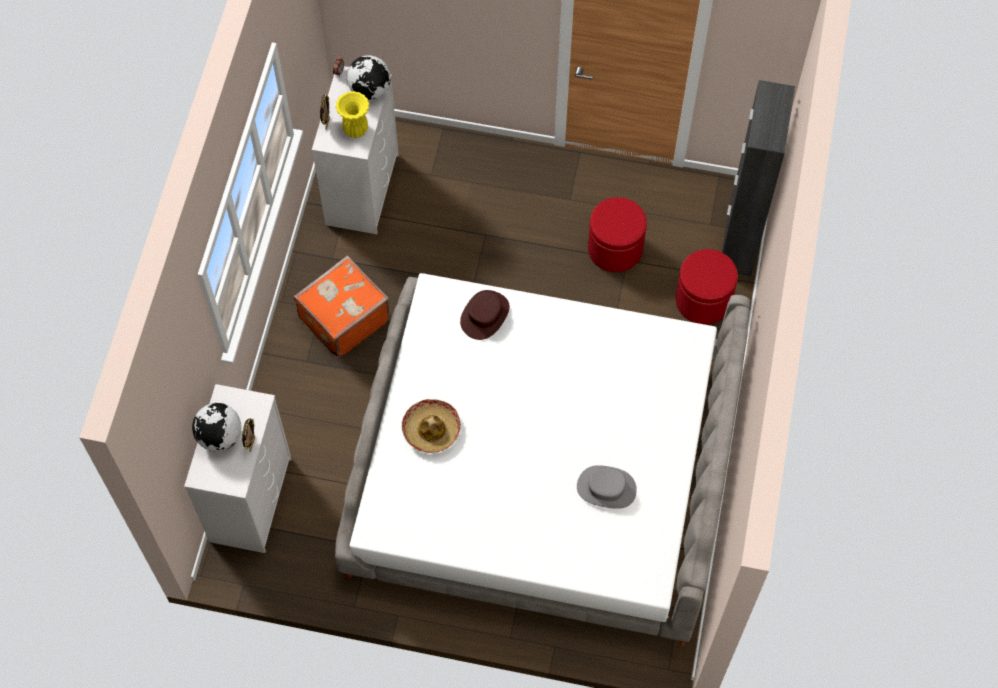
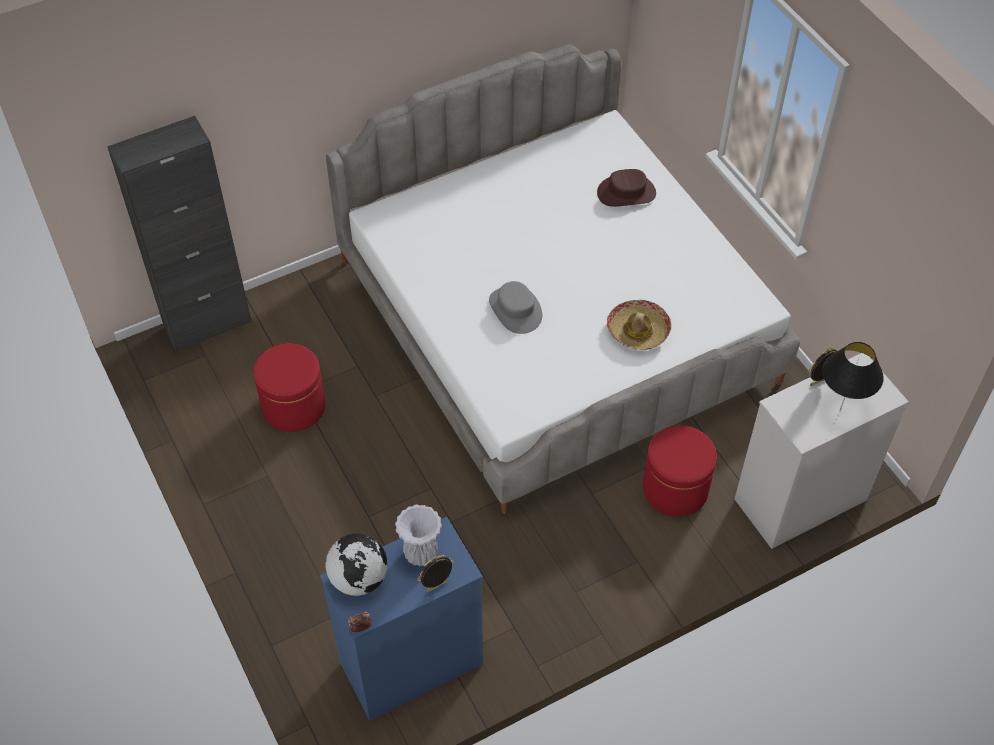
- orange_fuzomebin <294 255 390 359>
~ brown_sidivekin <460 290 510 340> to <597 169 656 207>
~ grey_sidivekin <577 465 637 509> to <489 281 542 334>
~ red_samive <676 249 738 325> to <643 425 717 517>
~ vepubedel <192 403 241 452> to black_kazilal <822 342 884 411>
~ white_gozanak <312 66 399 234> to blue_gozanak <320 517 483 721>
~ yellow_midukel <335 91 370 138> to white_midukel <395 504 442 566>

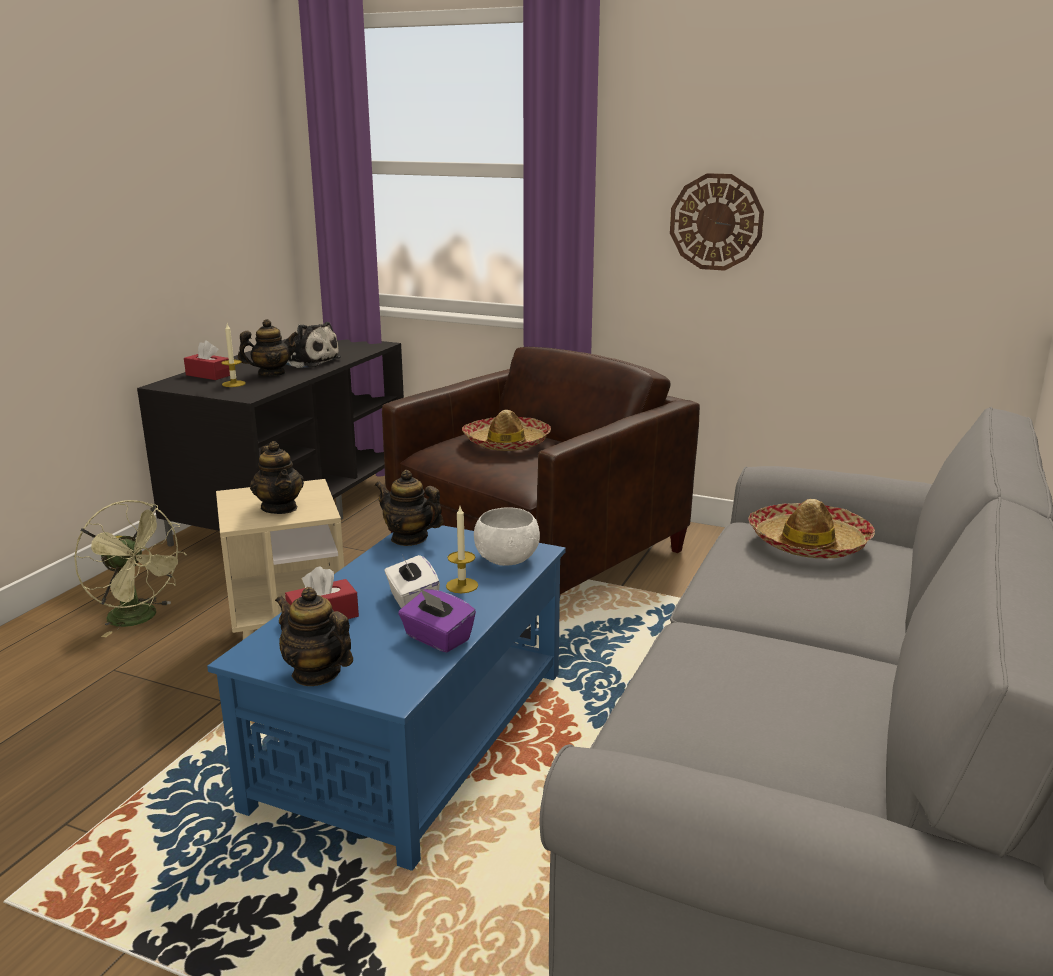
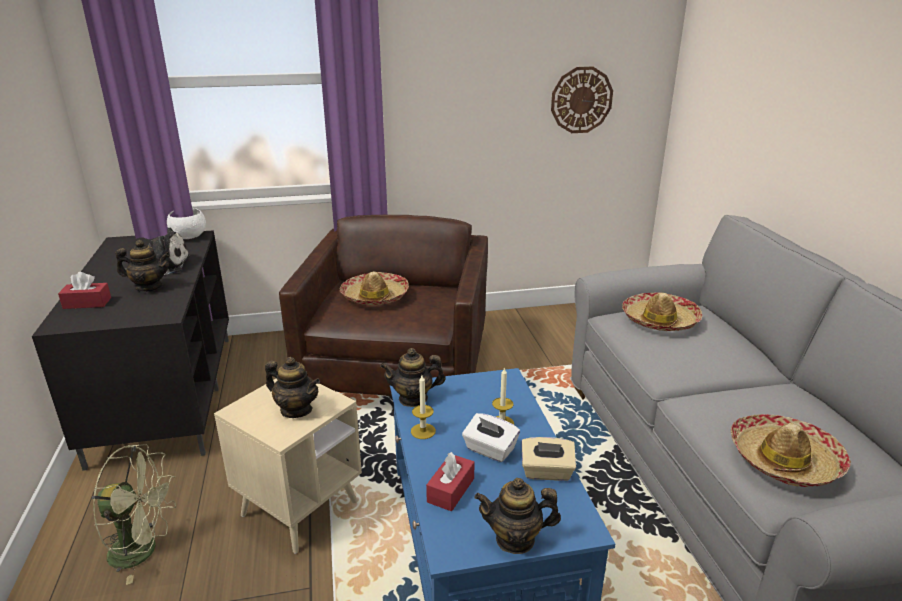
+ sidivekin <731 414 851 487>
~ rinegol <221 324 246 387> to <411 375 436 439>
~ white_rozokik <474 507 540 566> to <167 208 206 239>
~ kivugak <670 173 764 271> to <551 67 613 133>
~ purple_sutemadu <398 588 476 653> to beige_sutemadu <521 437 576 481>
~ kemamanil <238 319 298 376> = <116 240 170 292> 60 degrees clockwise

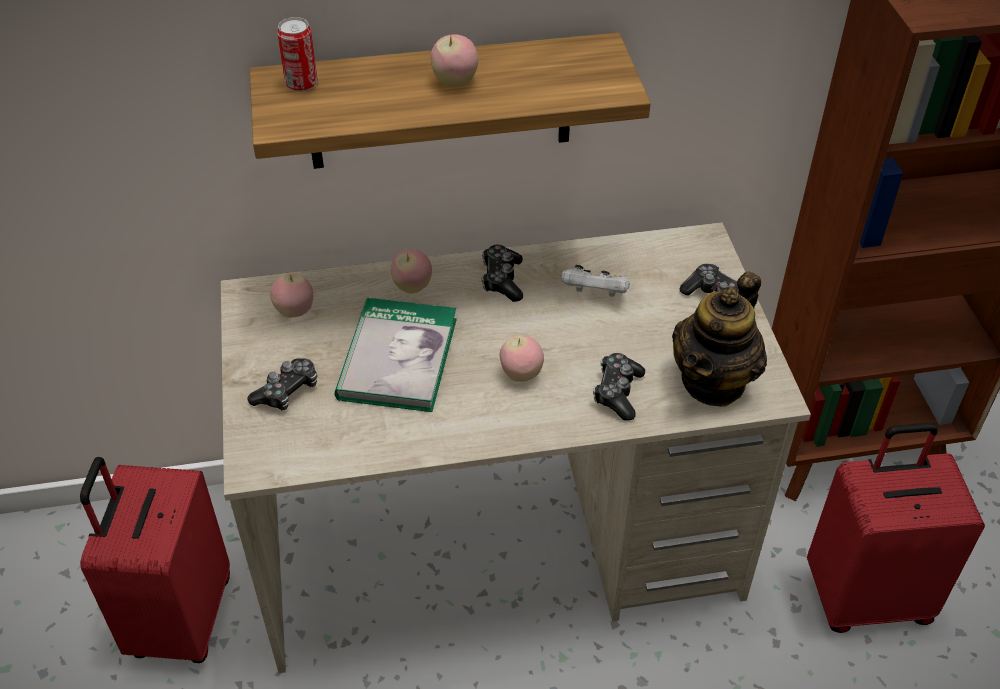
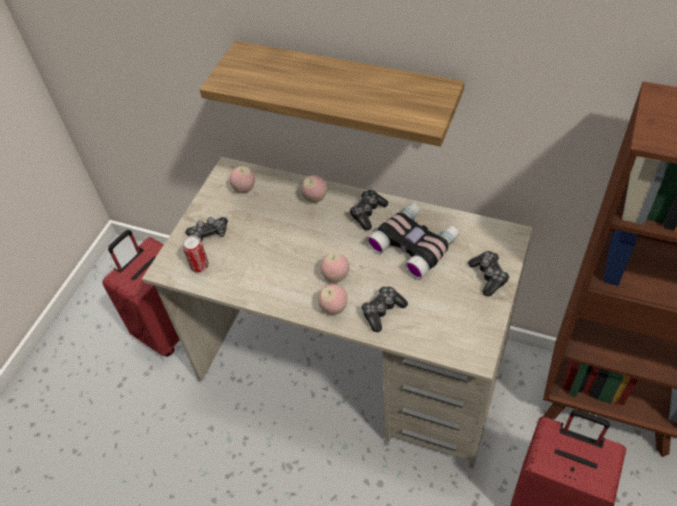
- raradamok <335 298 457 412>
- kemamanil <672 271 767 407>
~ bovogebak <277 17 318 92> to <182 235 209 272>
~ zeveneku <431 34 478 87> to <318 284 348 315>
~ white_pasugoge <561 265 630 297> to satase <366 203 459 280>

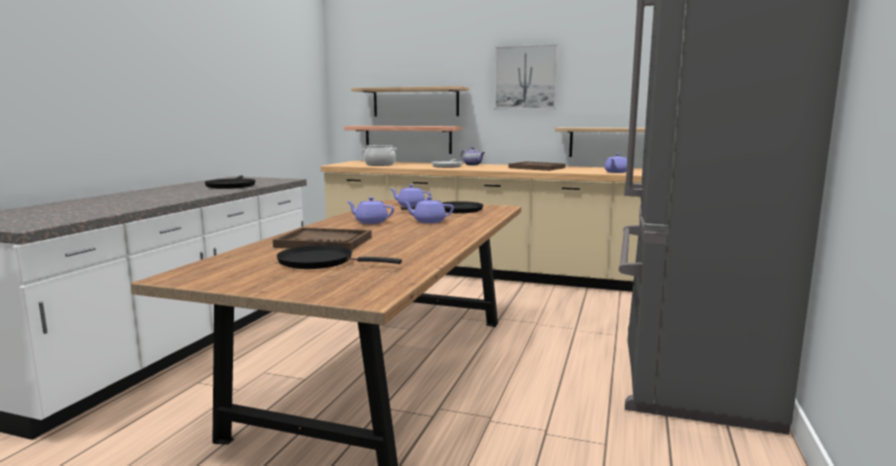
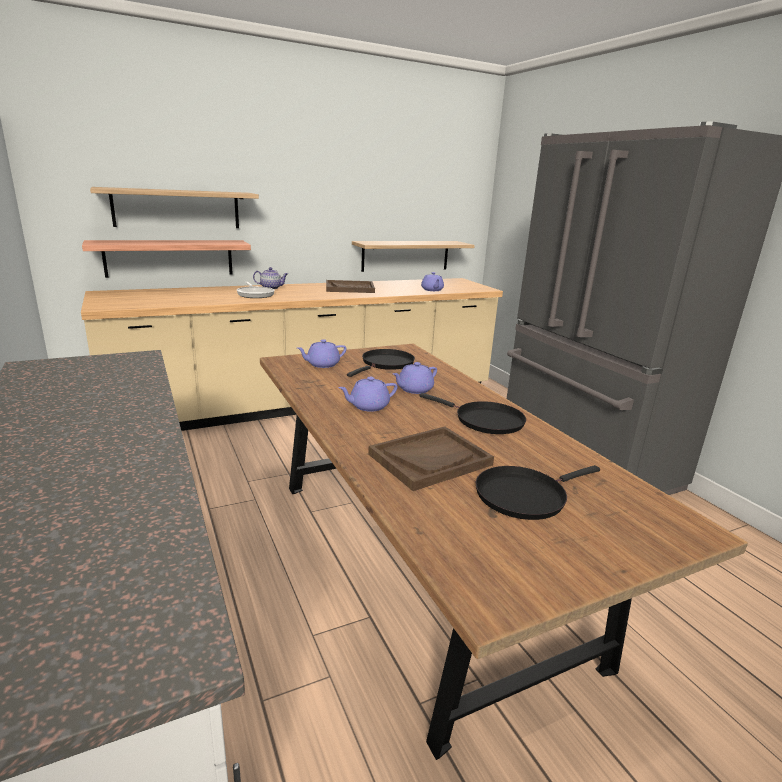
- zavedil <363 145 397 166>
- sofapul <494 44 558 109>
~ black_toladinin <205 175 256 189> to <419 393 526 434>

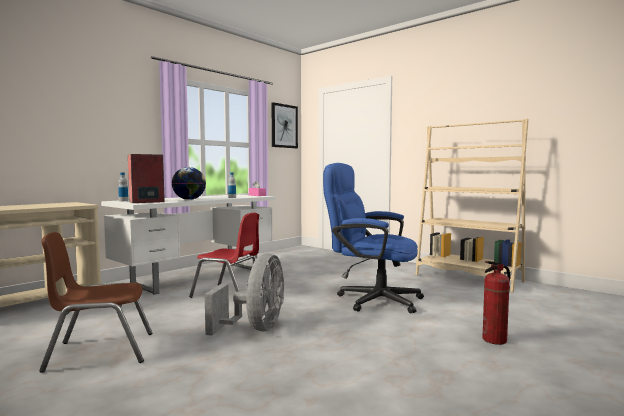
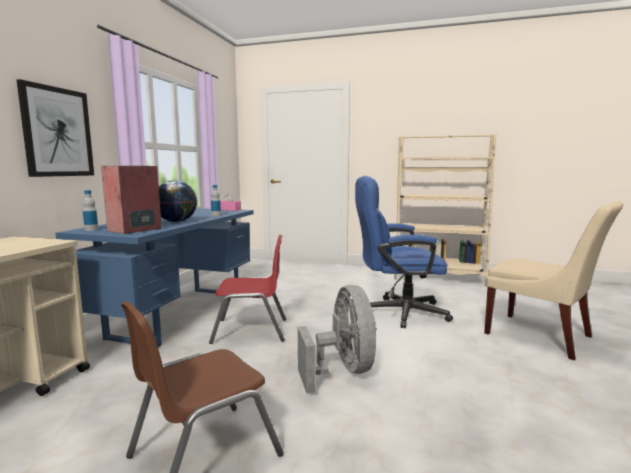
~ sofapul <271 102 298 148> to <17 79 94 177>
~ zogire <482 261 510 345> to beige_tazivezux <484 201 623 360>
~ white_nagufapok <101 194 275 295> to blue_nagufapok <55 208 254 347>

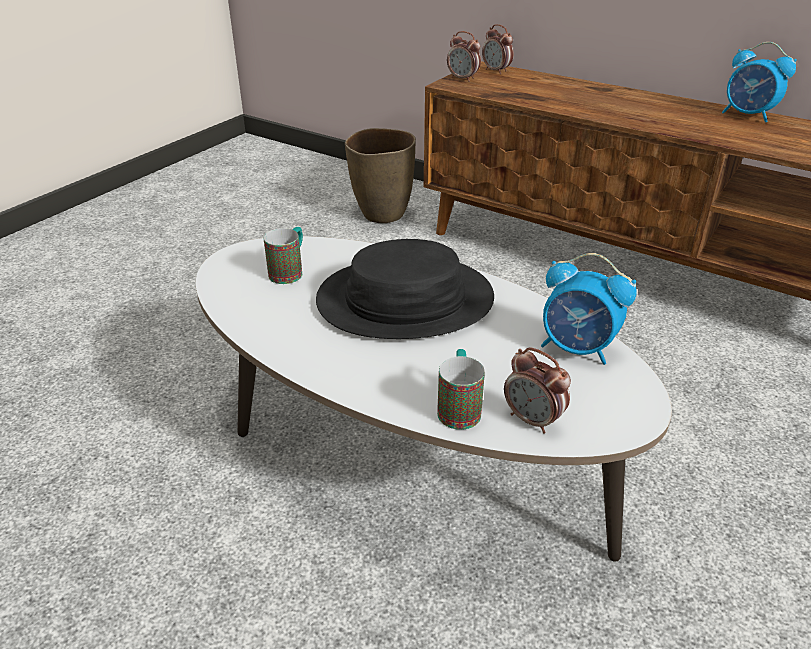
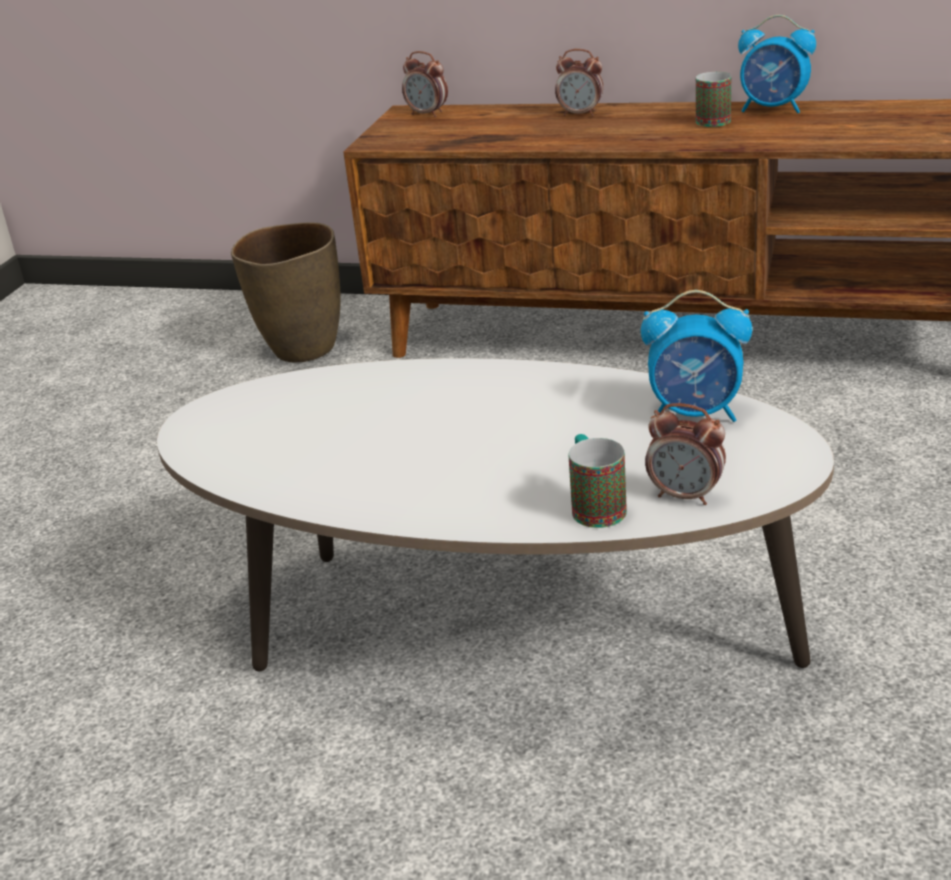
- black_sidivekin <316 239 494 339>
~ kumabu <264 227 303 284> to <696 72 731 127>
~ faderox <447 31 481 82> to <555 49 603 116>

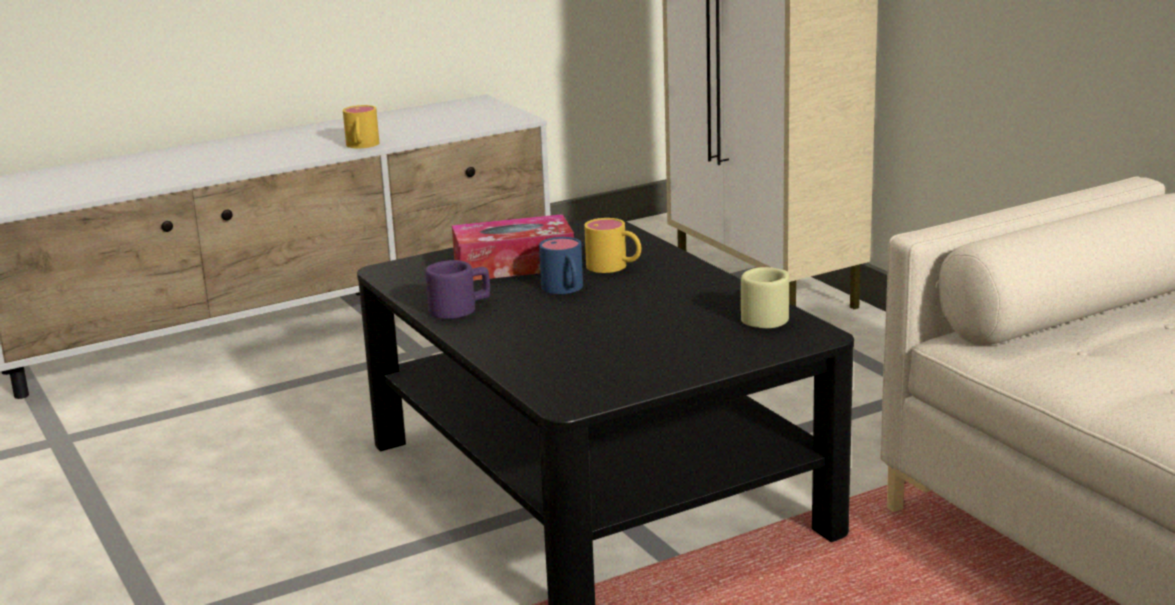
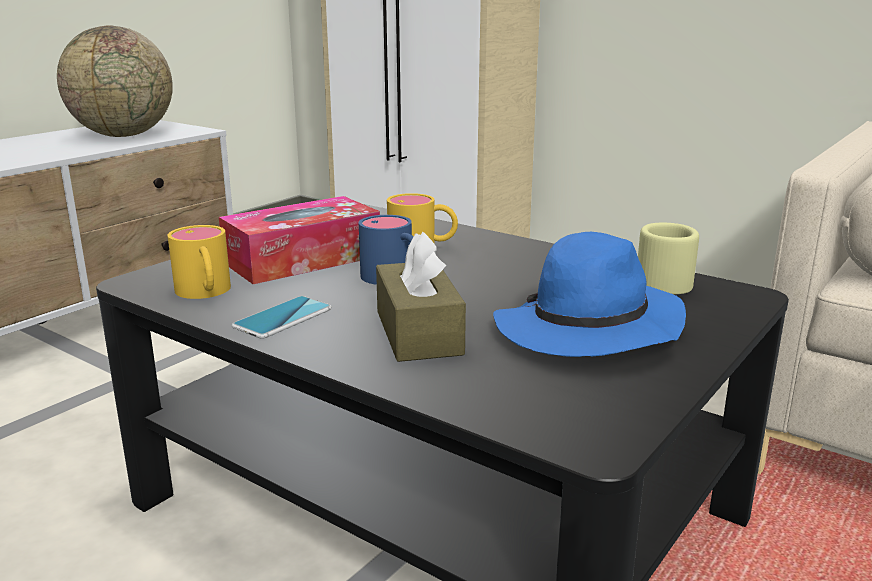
+ vepubedel <57 26 173 137>
+ brown_sutemadu <376 231 466 362>
+ blue_sidivekin <493 232 686 357>
~ yellow_kumabu <343 105 379 148> to <167 225 231 299>
~ purple_kumabu <425 260 490 319> to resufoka <232 296 332 339>

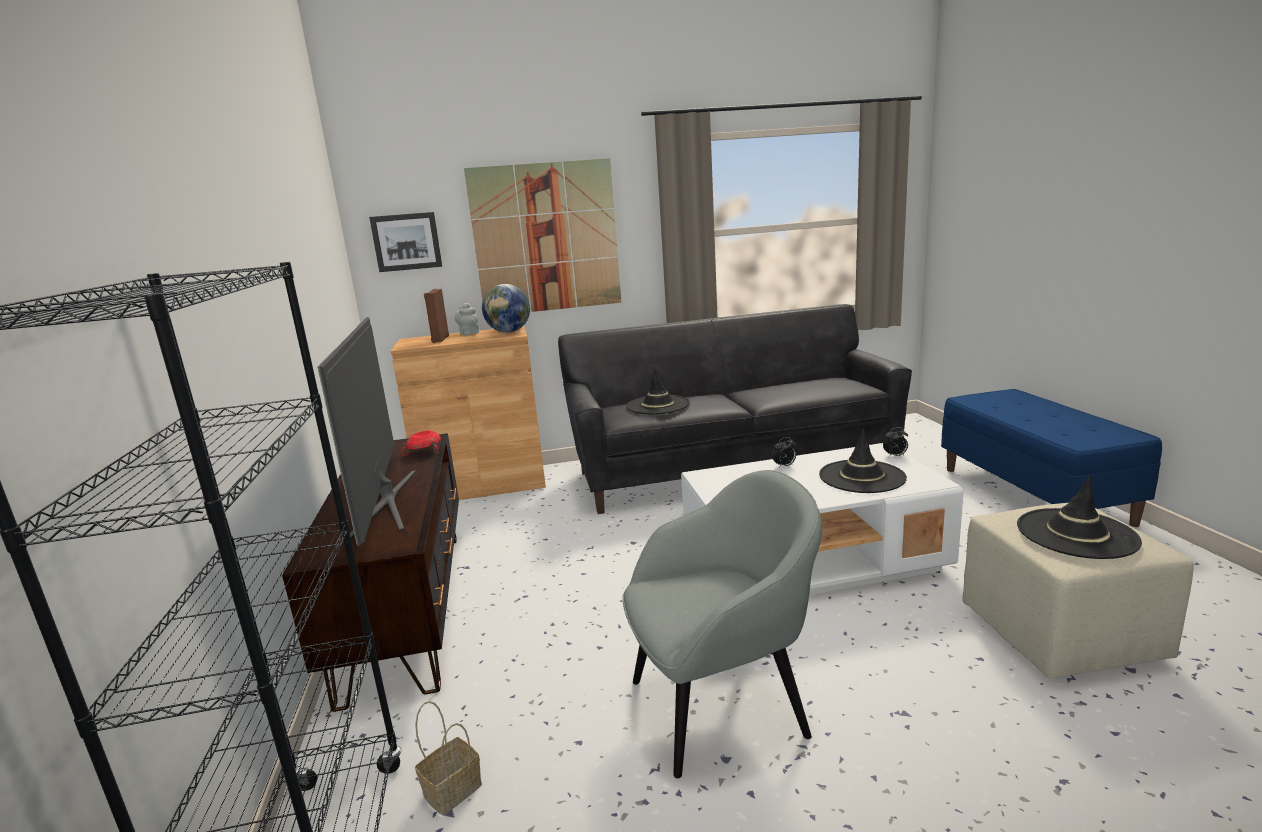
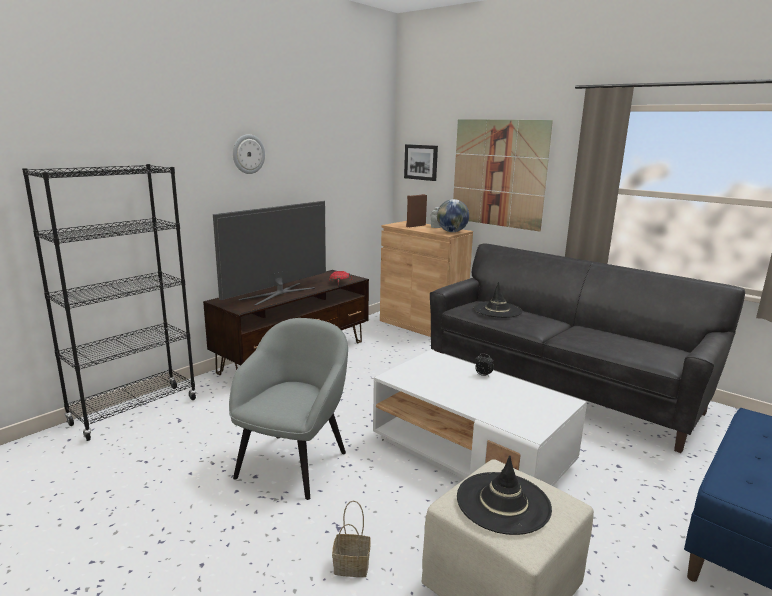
- black_sidivekin <819 429 907 493>
- faderox <883 427 908 457>
+ kivugak <233 134 265 174>
~ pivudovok <415 701 482 815> to <332 500 371 577>
~ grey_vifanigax <623 470 822 778> = <229 318 348 500> 105 degrees counterclockwise

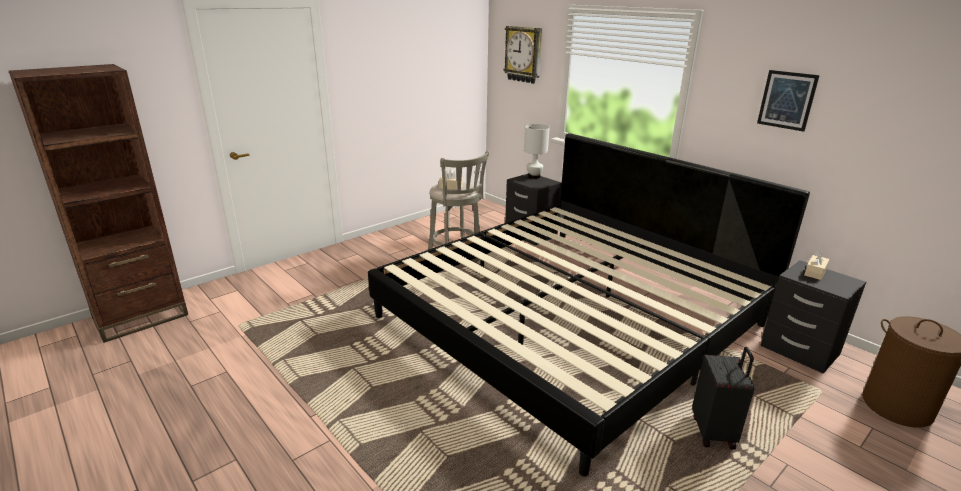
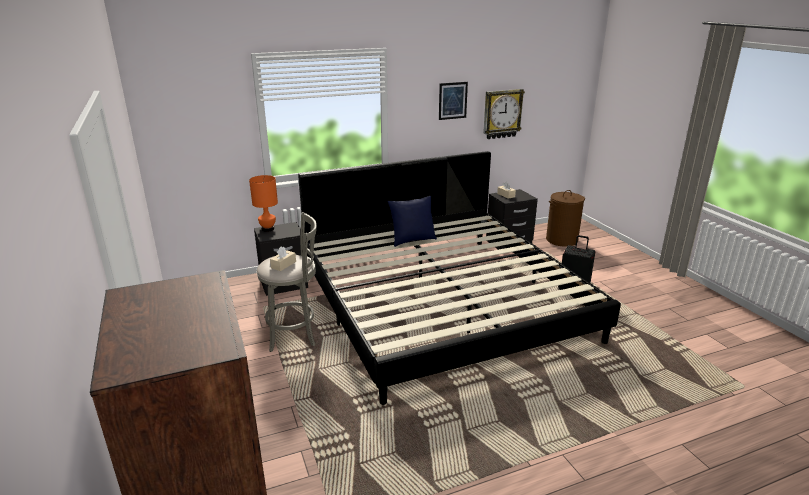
+ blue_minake <387 196 437 247>
~ kivugak <503 26 542 84> to <483 89 525 139>
~ white_kazilal <524 124 550 179> to orange_kazilal <249 175 278 232>

